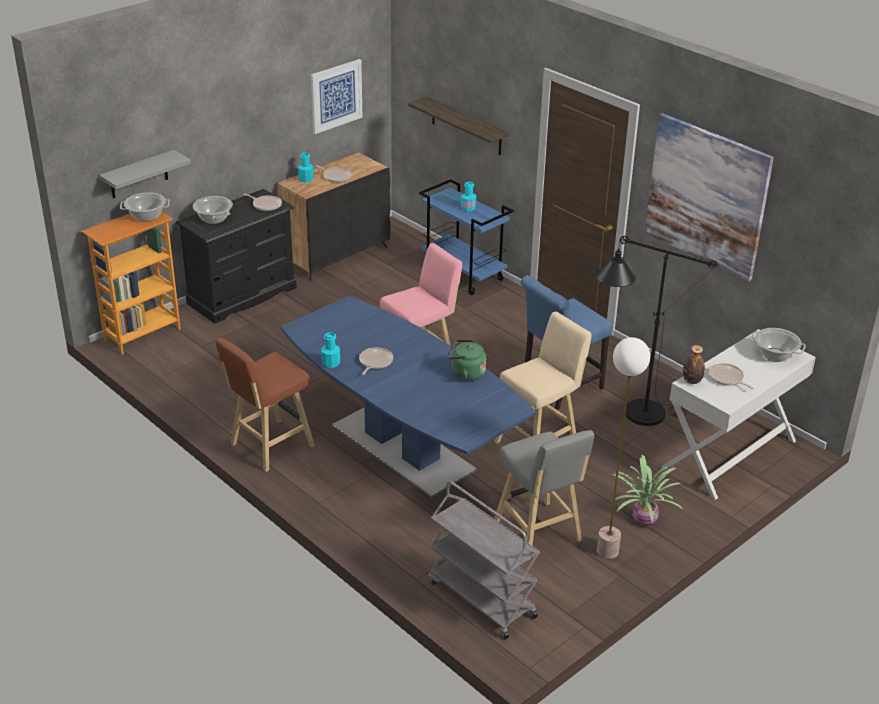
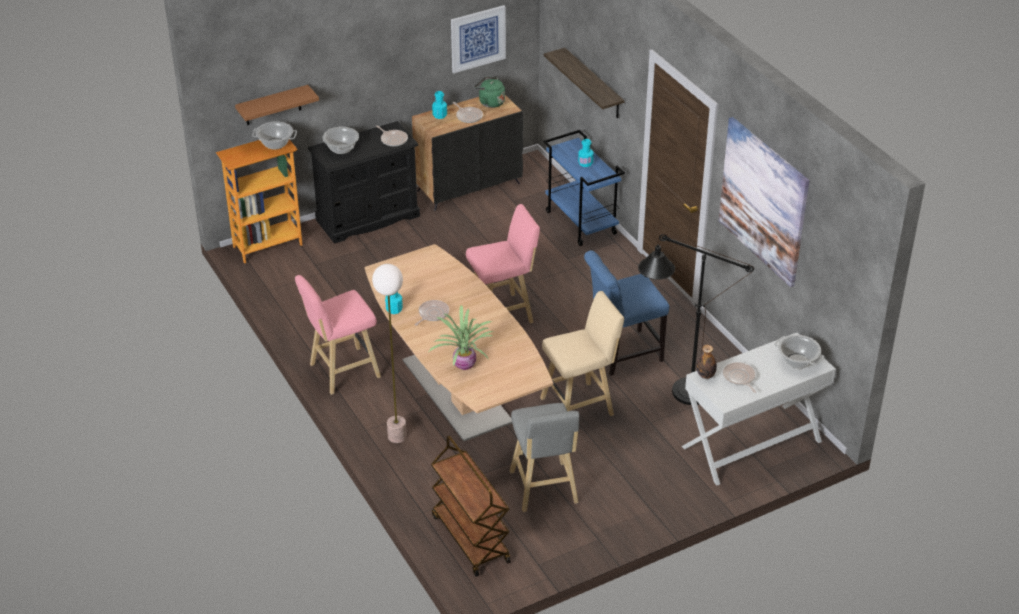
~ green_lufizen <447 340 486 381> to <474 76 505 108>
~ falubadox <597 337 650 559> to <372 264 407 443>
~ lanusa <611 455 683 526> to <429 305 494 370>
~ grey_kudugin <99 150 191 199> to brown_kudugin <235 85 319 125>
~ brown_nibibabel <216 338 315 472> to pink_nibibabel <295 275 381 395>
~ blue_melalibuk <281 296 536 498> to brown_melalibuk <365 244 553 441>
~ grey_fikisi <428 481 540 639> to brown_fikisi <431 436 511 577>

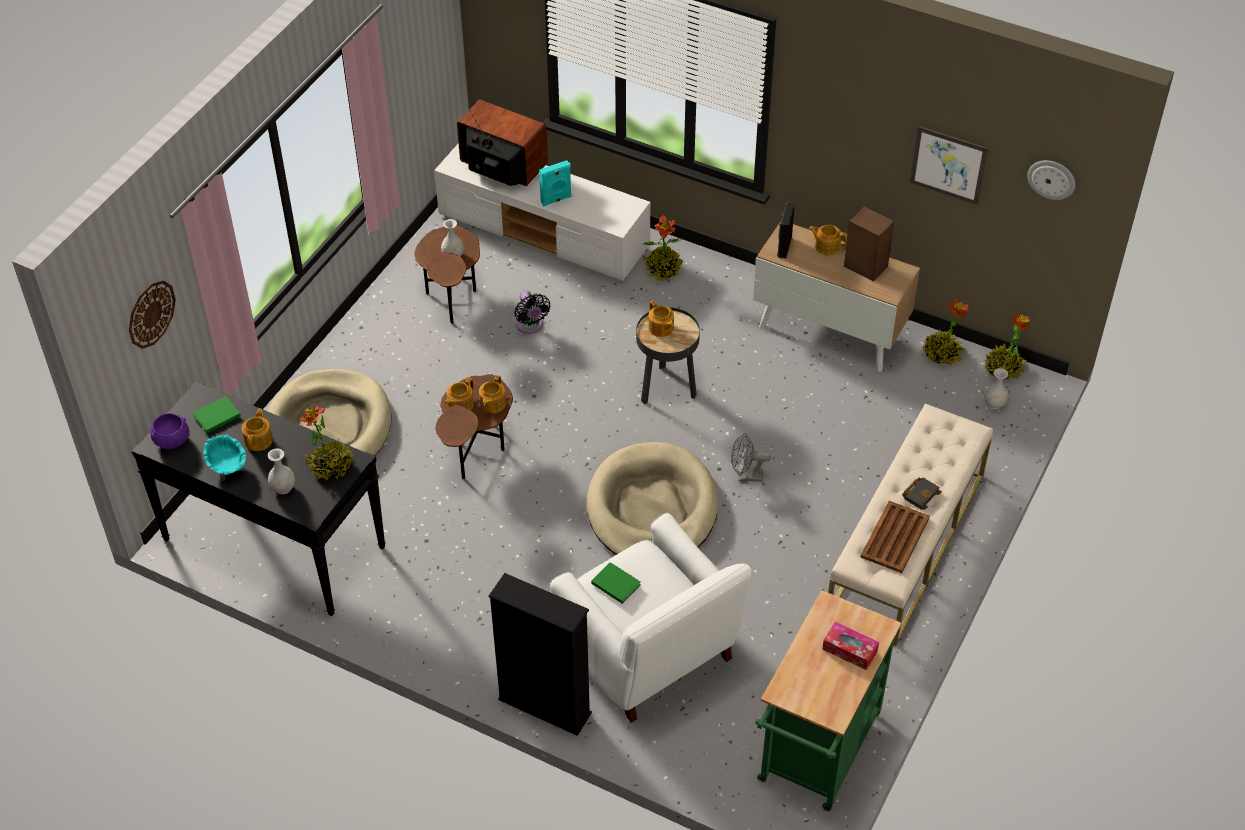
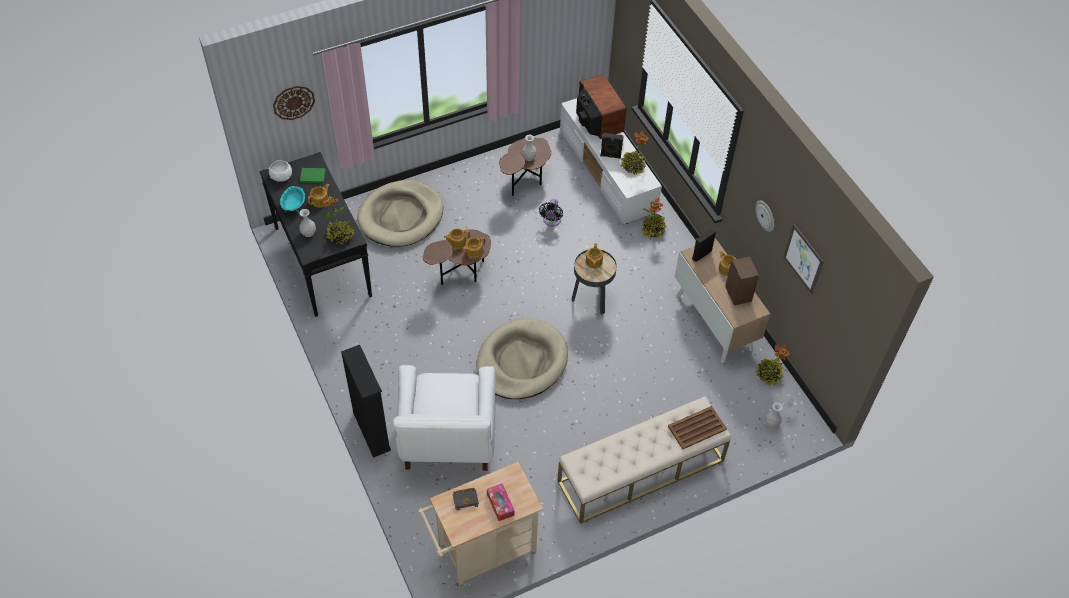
- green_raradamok <591 562 641 604>
- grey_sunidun <731 433 771 482>
~ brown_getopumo <860 501 930 573> to <668 406 727 450>
~ black_raradamok <902 477 942 510> to <453 488 479 511>
~ lanusa <985 311 1030 380> to <620 131 649 175>
~ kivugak <1027 160 1075 200> to <755 201 774 232>
~ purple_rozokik <150 413 190 449> to white_rozokik <268 160 292 182>
~ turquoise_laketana <539 160 572 207> to black_laketana <600 133 623 159>
~ green_fikisi <755 590 901 811> to beige_fikisi <418 462 543 587>

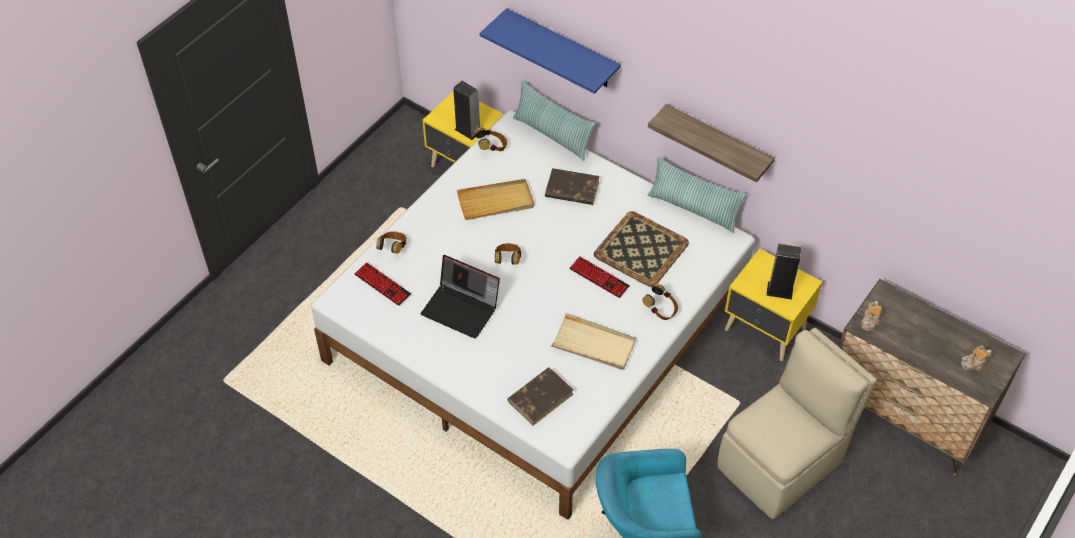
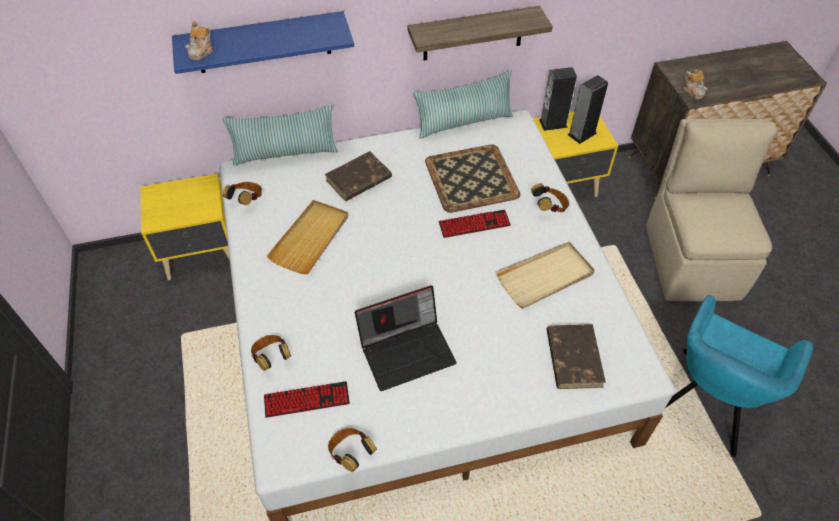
~ laketana <453 81 480 140> to <539 67 577 131>
~ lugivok <495 243 521 265> to <328 428 377 472>
~ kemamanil <961 345 992 371> to <185 21 213 61>

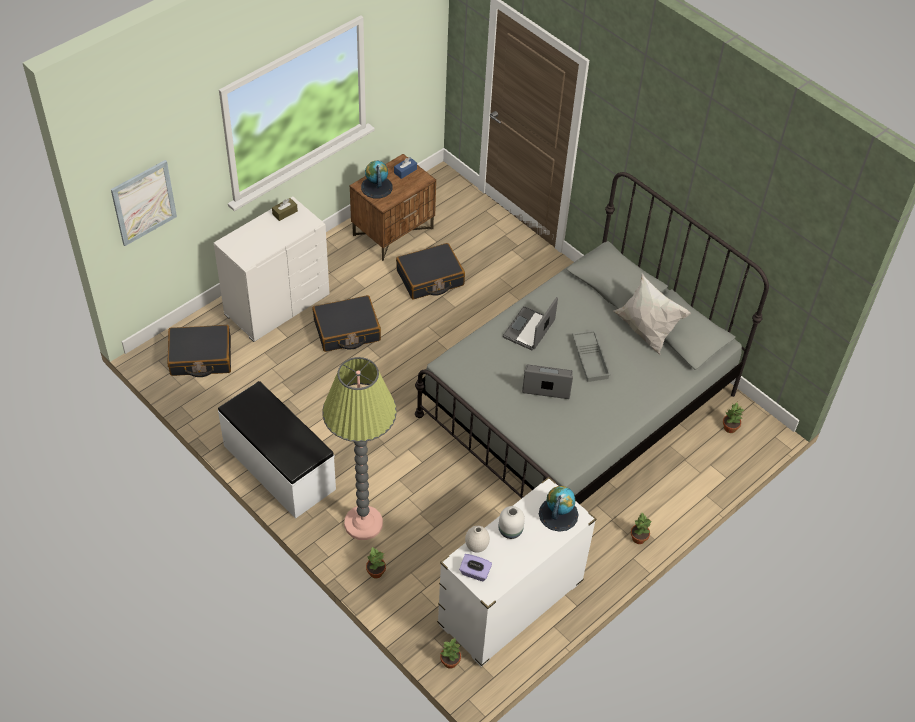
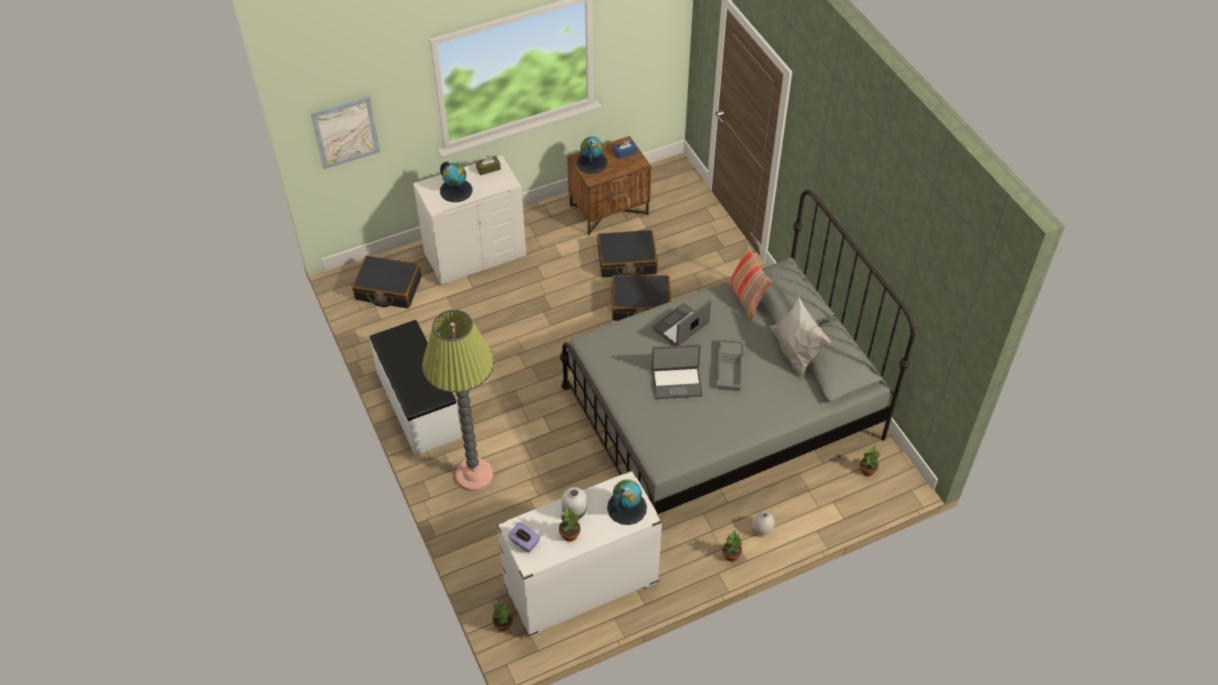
+ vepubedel <440 162 473 202>
+ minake <728 244 771 320>
~ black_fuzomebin <313 295 381 352> to <612 275 671 321>
~ lanusa <366 547 386 578> to <559 506 581 542>
~ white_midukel <465 526 490 553> to <752 511 774 535>
~ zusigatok <522 364 573 399> = <652 344 703 399> 150 degrees clockwise

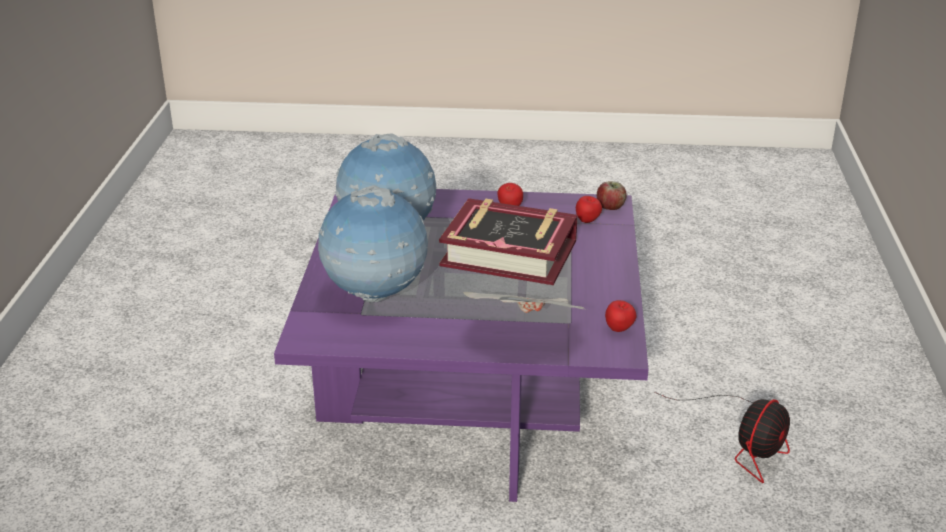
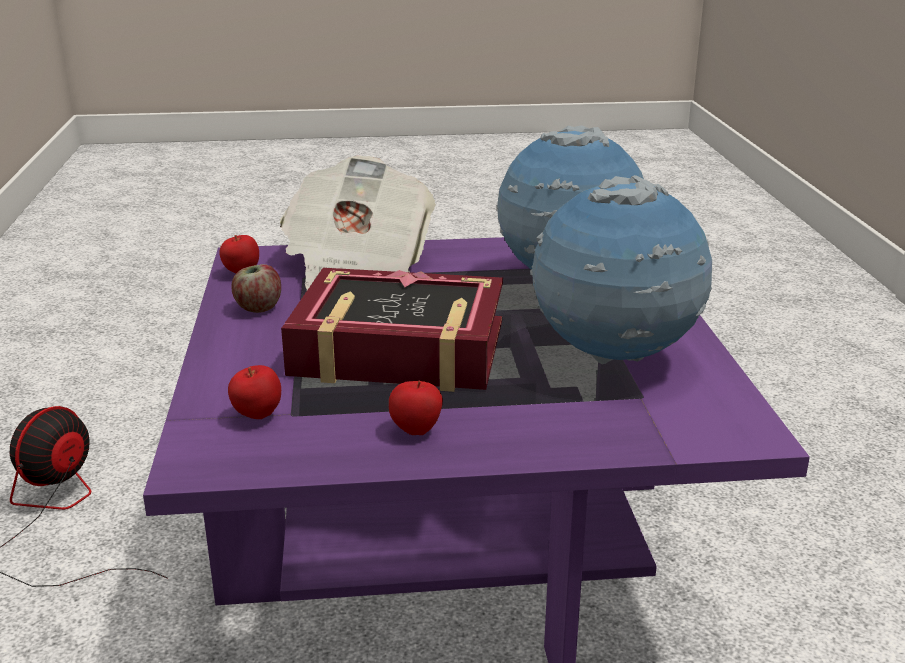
~ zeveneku <597 181 627 210> to <232 264 281 313>

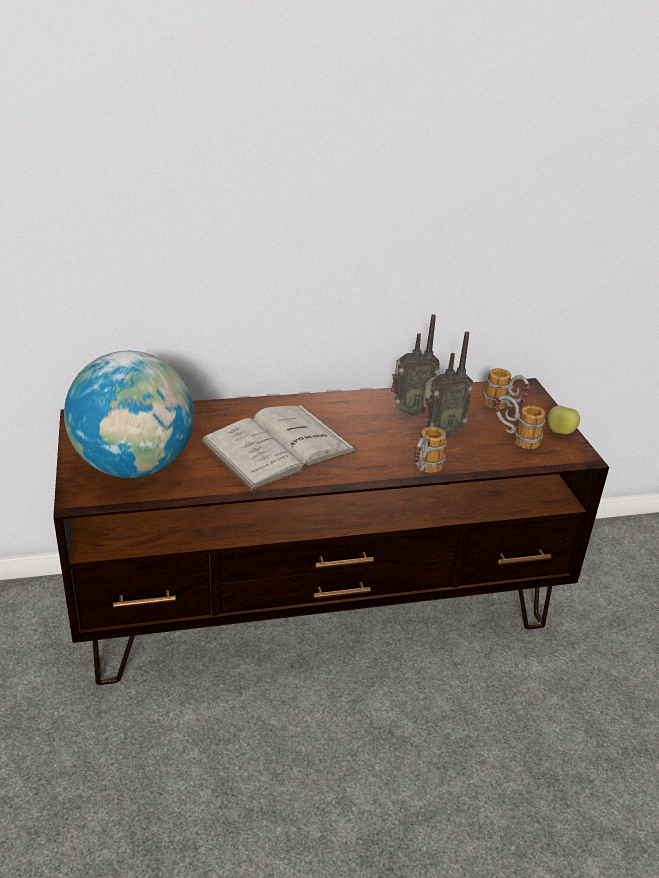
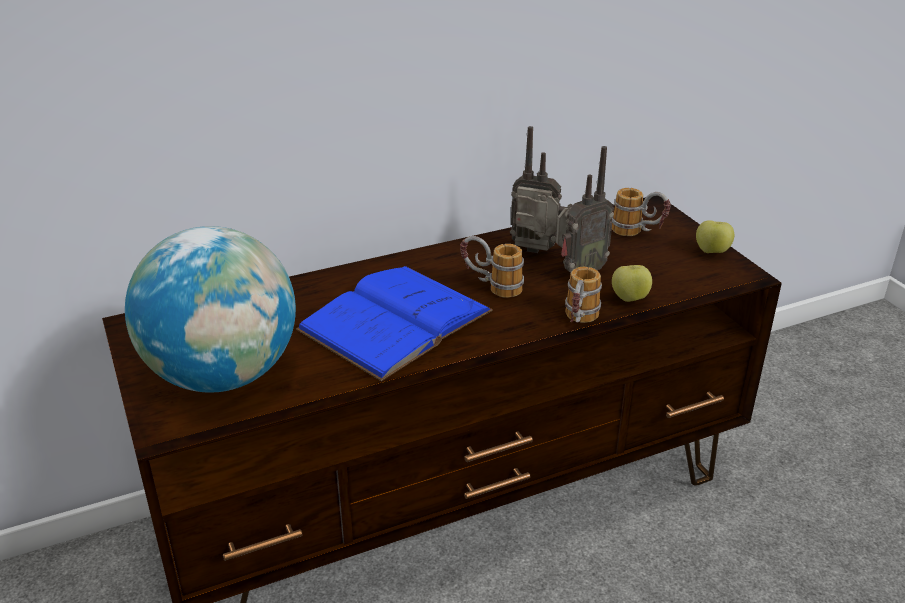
+ zeveneku <612 265 652 302>
~ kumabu <494 395 545 449> to <460 236 524 298>
~ white_raradamok <200 405 358 491> to blue_raradamok <296 266 493 381>
~ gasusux <391 314 440 416> = <510 126 567 253> 150 degrees counterclockwise

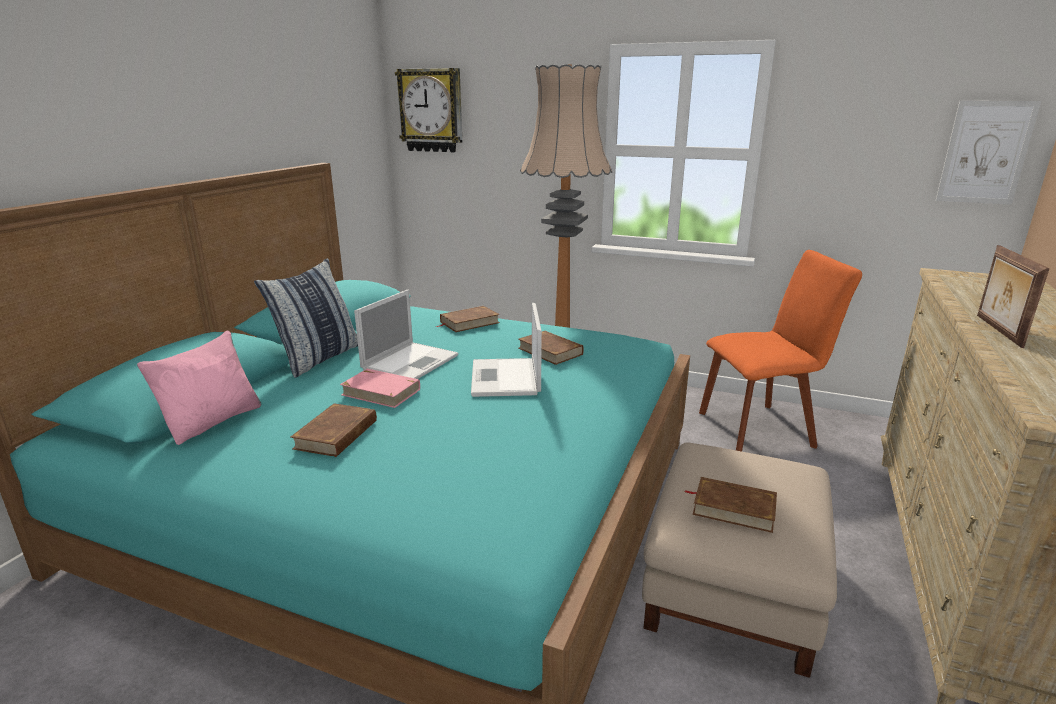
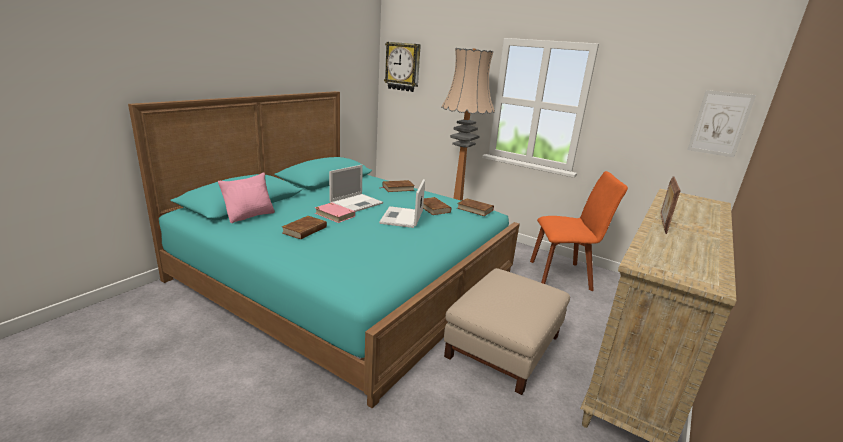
- minake <254 258 358 378>
~ brown_raradamok <685 477 777 533> to <457 198 494 216>

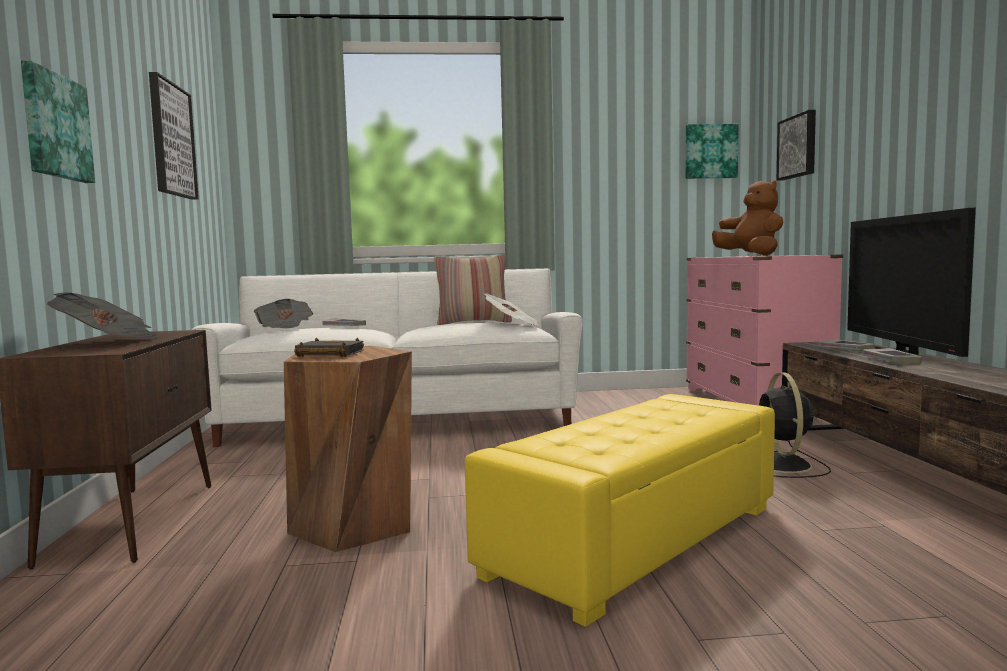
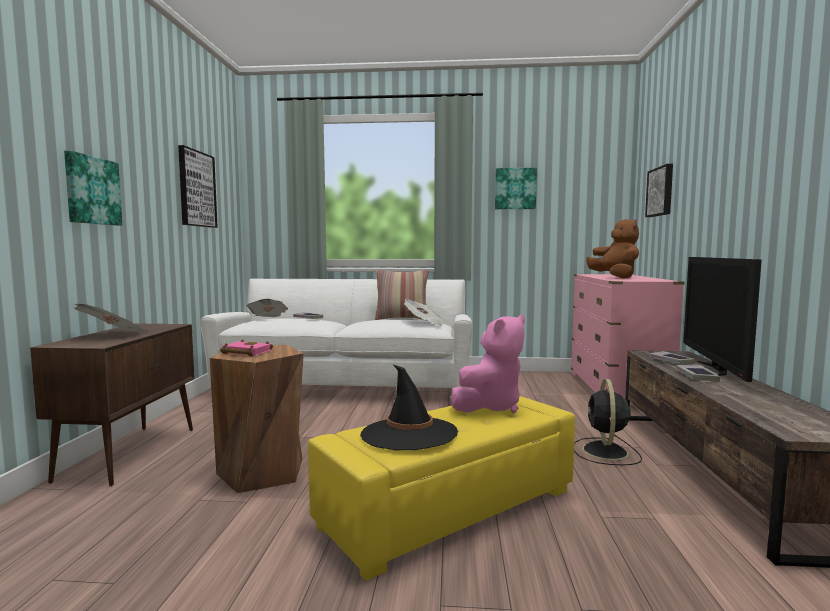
+ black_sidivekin <360 364 458 450>
+ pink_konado <451 315 525 413>
~ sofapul <686 124 739 179> to <495 168 537 209>
~ black_raradamok <294 338 364 357> to pink_raradamok <220 339 273 356>

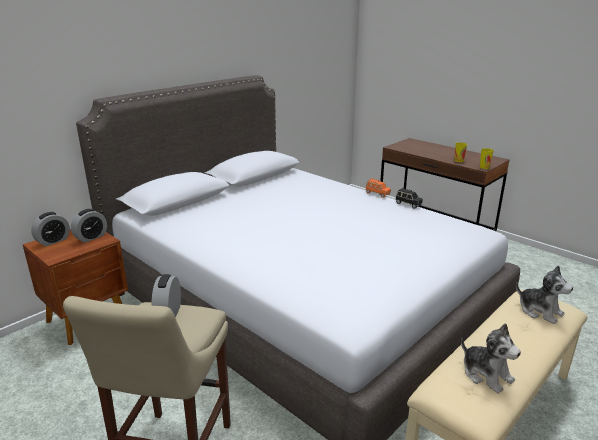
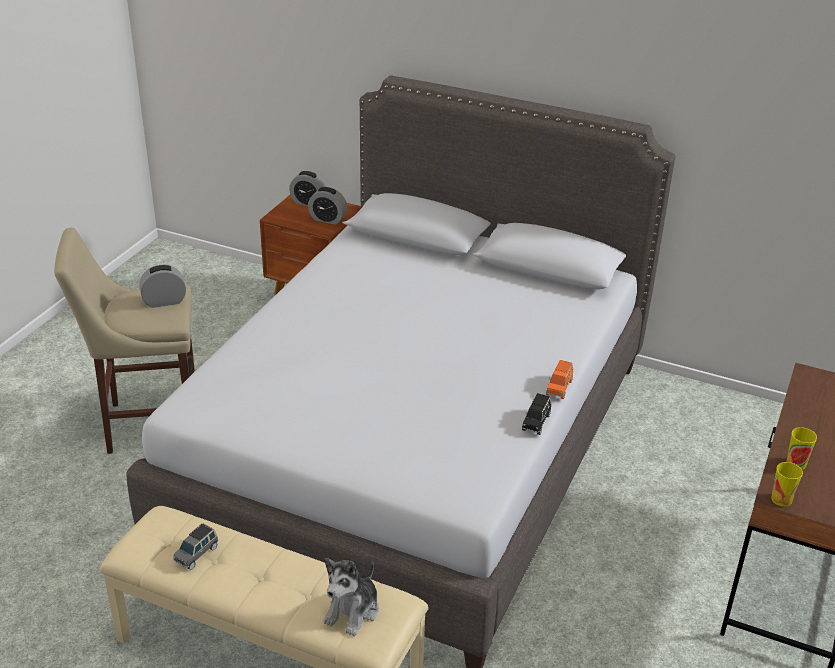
~ konado <461 323 521 393> to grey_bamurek <173 523 218 570>

